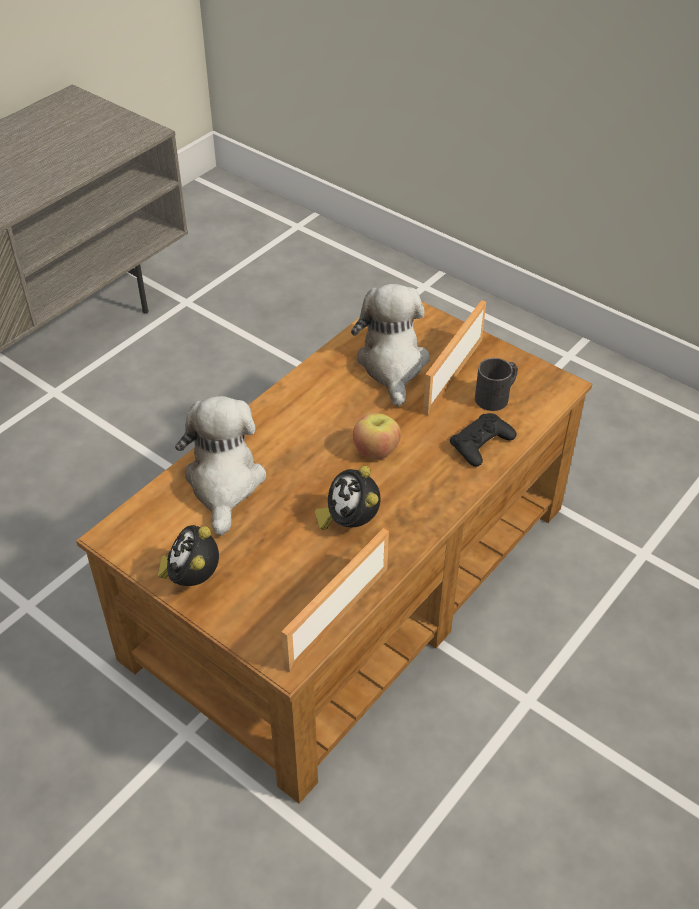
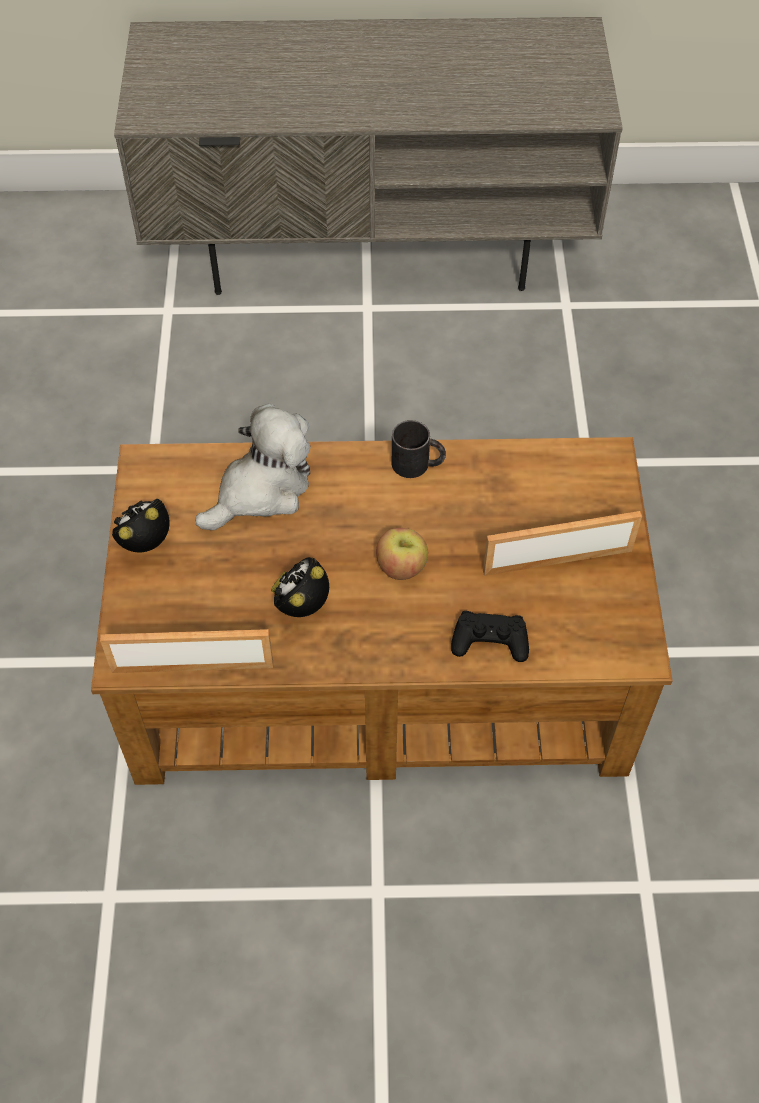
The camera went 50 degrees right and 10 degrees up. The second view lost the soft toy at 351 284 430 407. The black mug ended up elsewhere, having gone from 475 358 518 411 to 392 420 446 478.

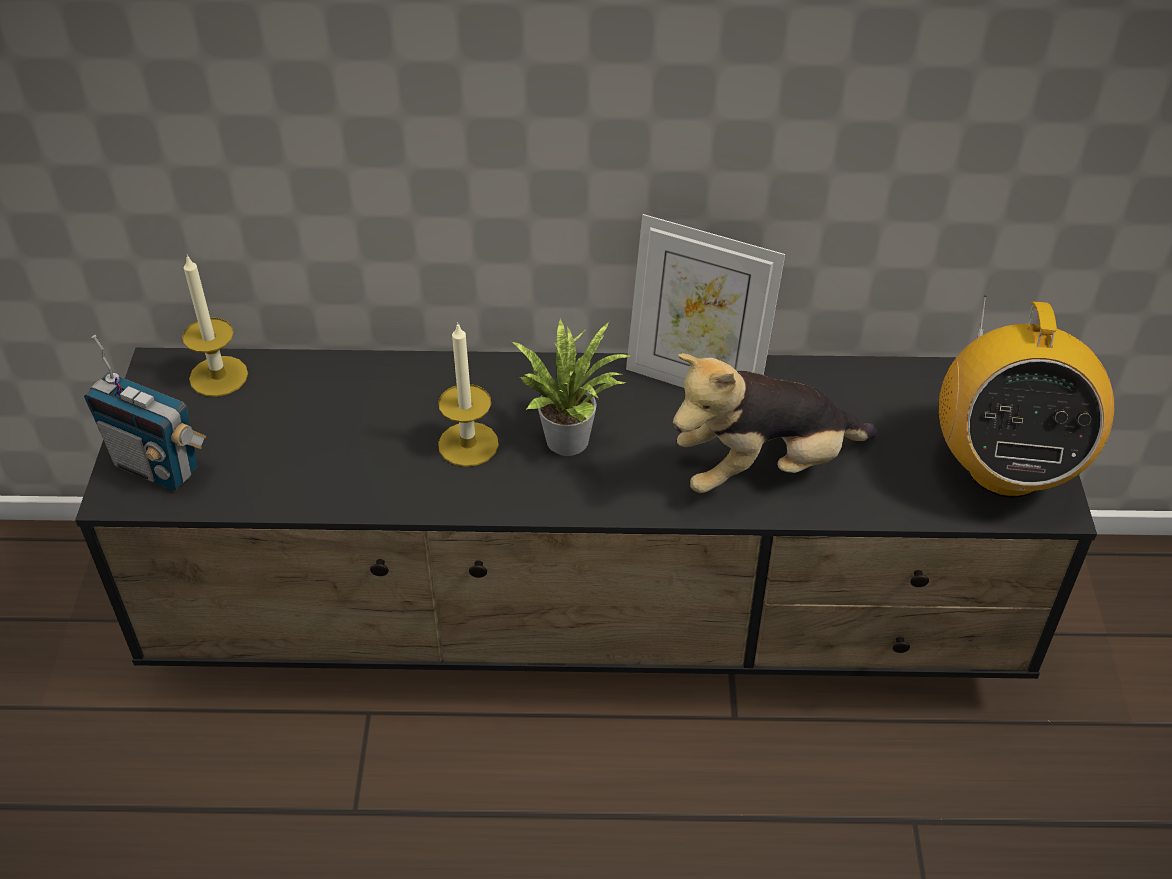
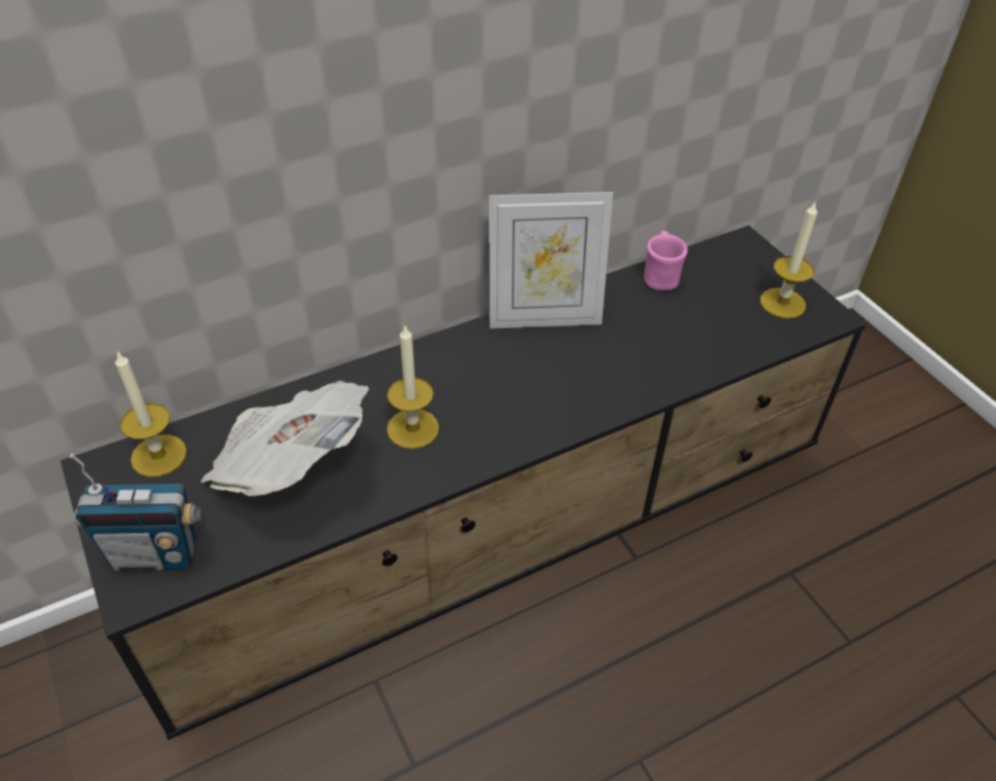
The camera went 30 degrees left and 0 degrees up. The second view lost the houseplant at 510 318 633 456. The second view lost the soft toy at 673 353 877 493. Where the radio stood at 939 296 1114 498, the wax light came to stand at 760 200 817 319. The second view gained the daily paper at 200 381 369 496. The second view gained the pink-coloured mug at 644 231 688 291.

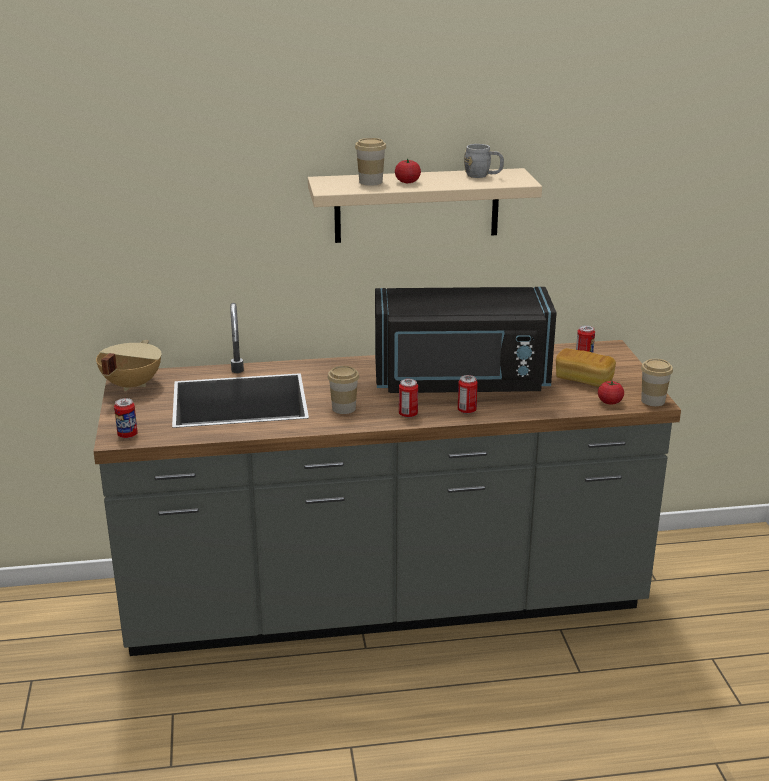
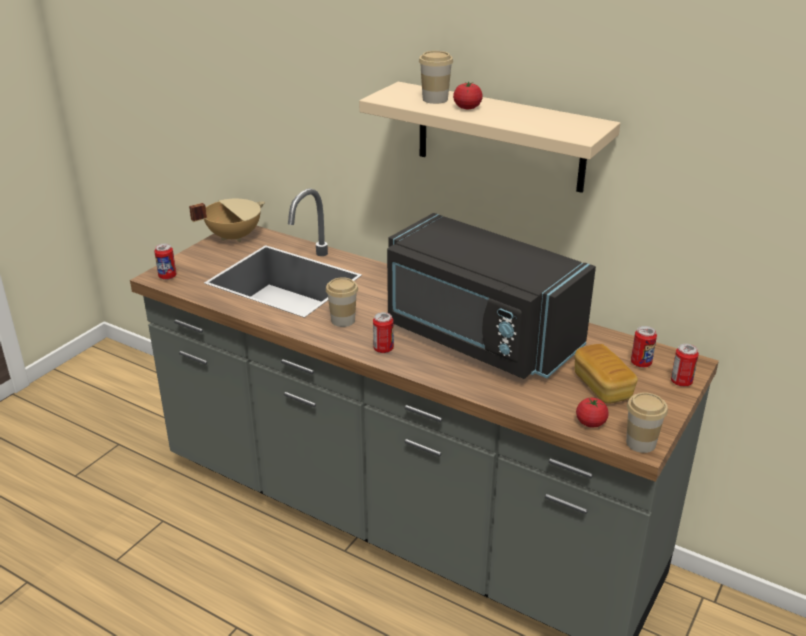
The camera went 40 degrees right and 5 degrees up. The metal can ended up elsewhere, having gone from 458 375 478 414 to 671 344 699 387. The second view lost the grey mug at 464 144 504 178.

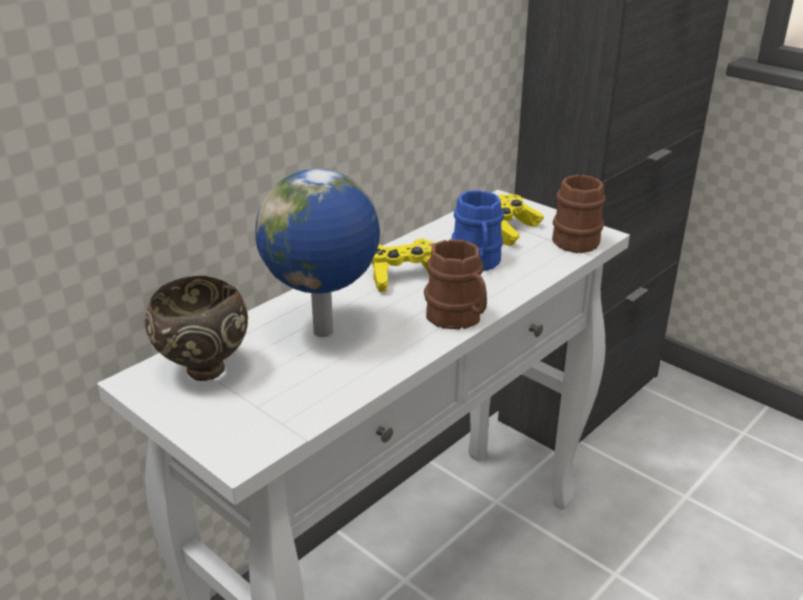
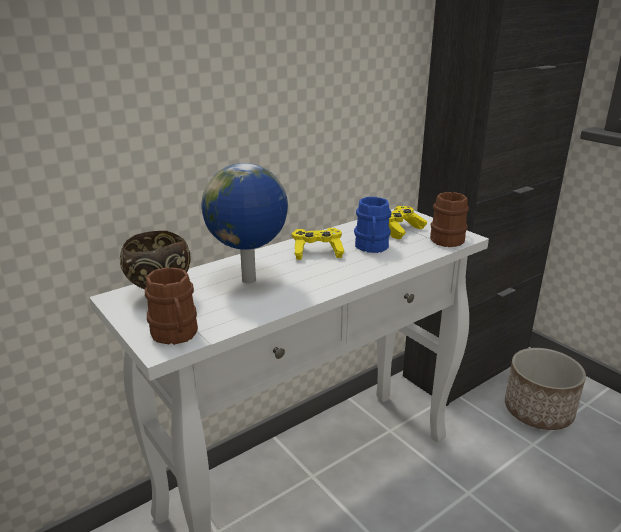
The camera went 10 degrees right and 5 degrees down. The brownish mug ended up elsewhere, having gone from 424 239 487 329 to 145 267 198 345. The second view gained the plant pot at 505 348 586 430.

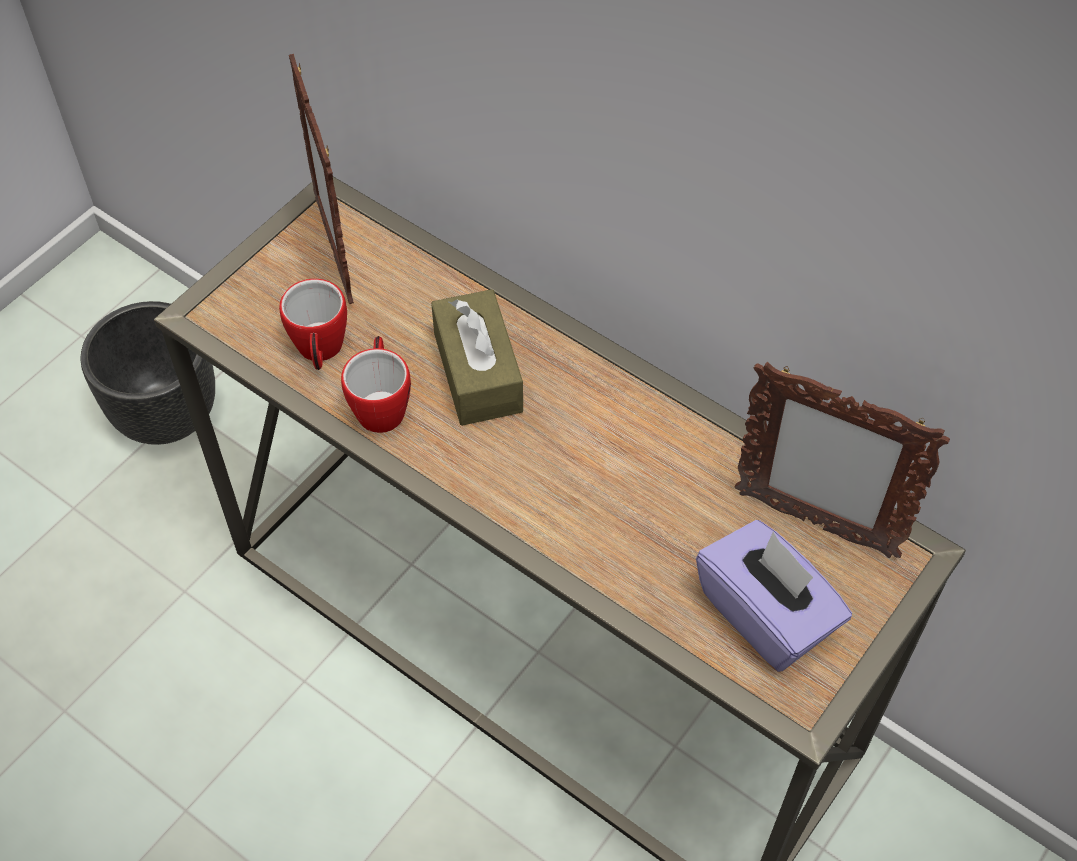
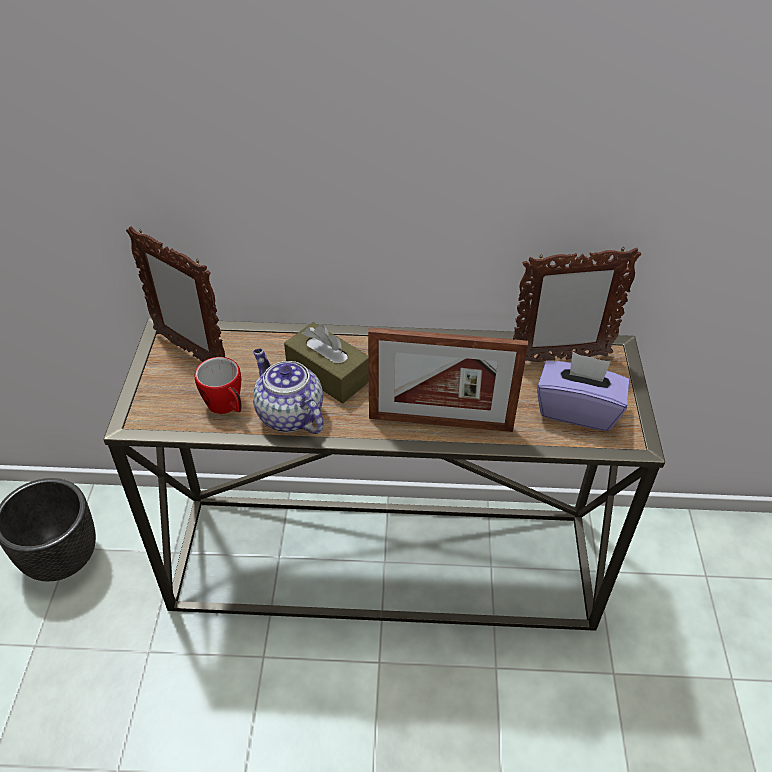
The camera went 35 degrees left and 10 degrees down. Where the mug stood at 341 336 411 433, the tea pot came to stand at 253 349 323 434. The second view gained the standing frame at 368 327 528 432.

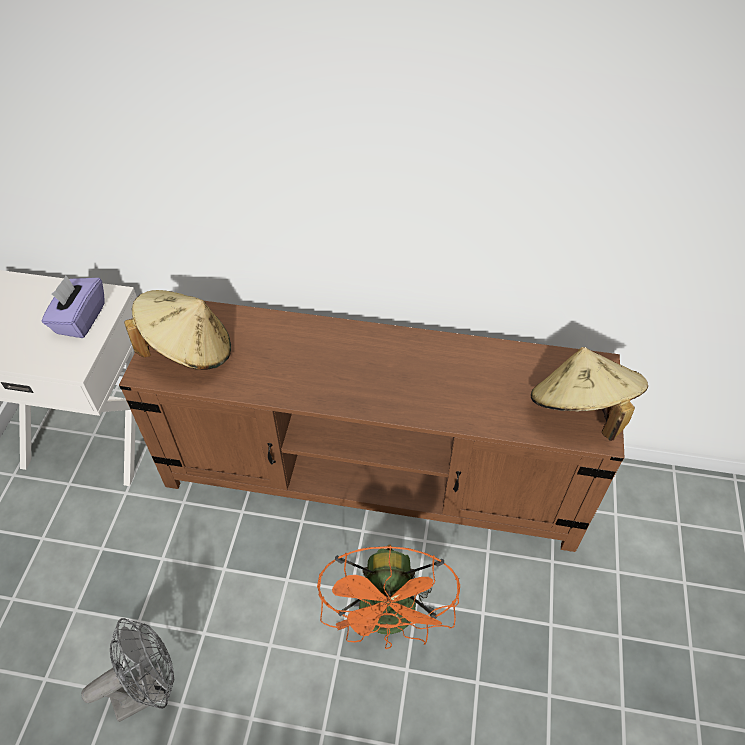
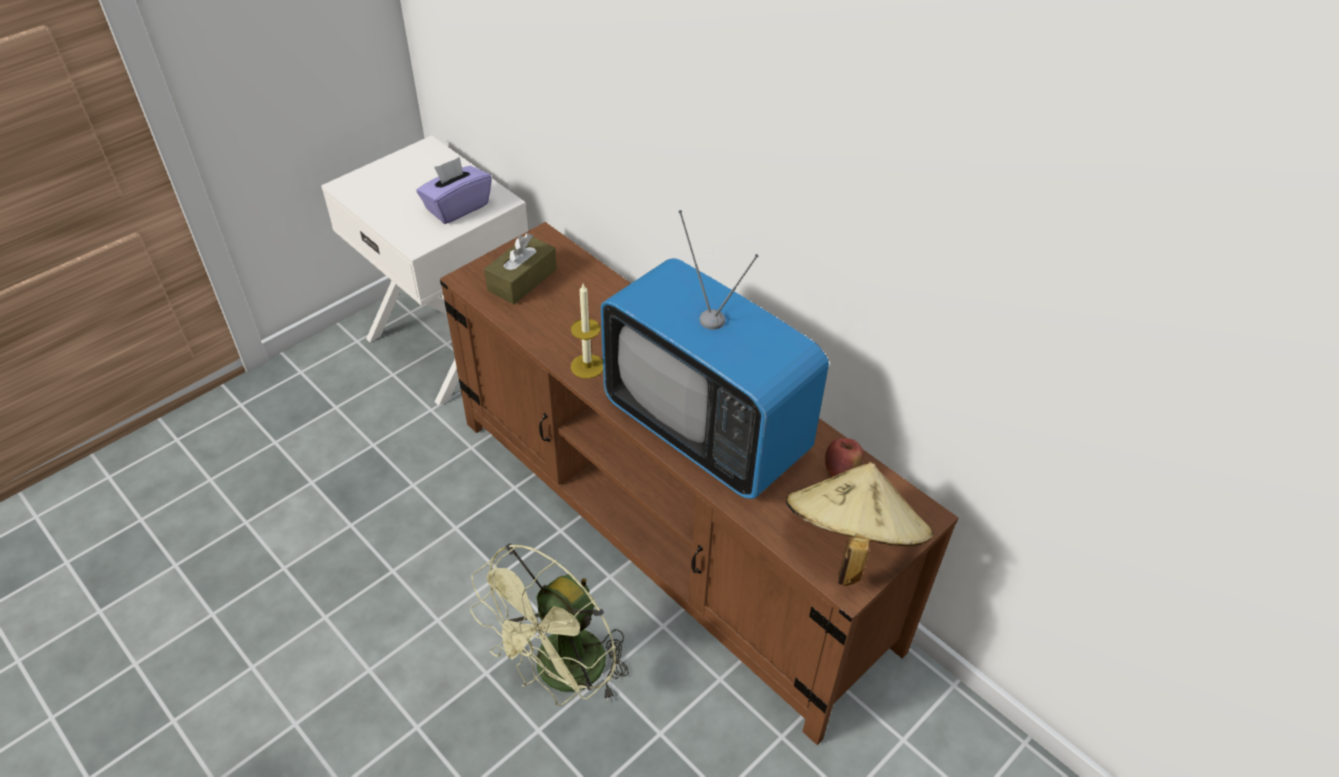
The camera went 35 degrees right and 5 degrees down. The second view lost the grey electric fan at 81 618 174 722. Where the beige-coloured hat stood at 124 290 231 370, the brownish tissue box came to stand at 484 233 557 305. What was the orangey electric fan at 317 545 460 649 turned into the green electric fan at 470 543 629 706. The second view gained the wax light at 571 284 603 379. The second view gained the TV set at 601 210 829 499. The second view gained the apple fruit at 825 438 864 477.

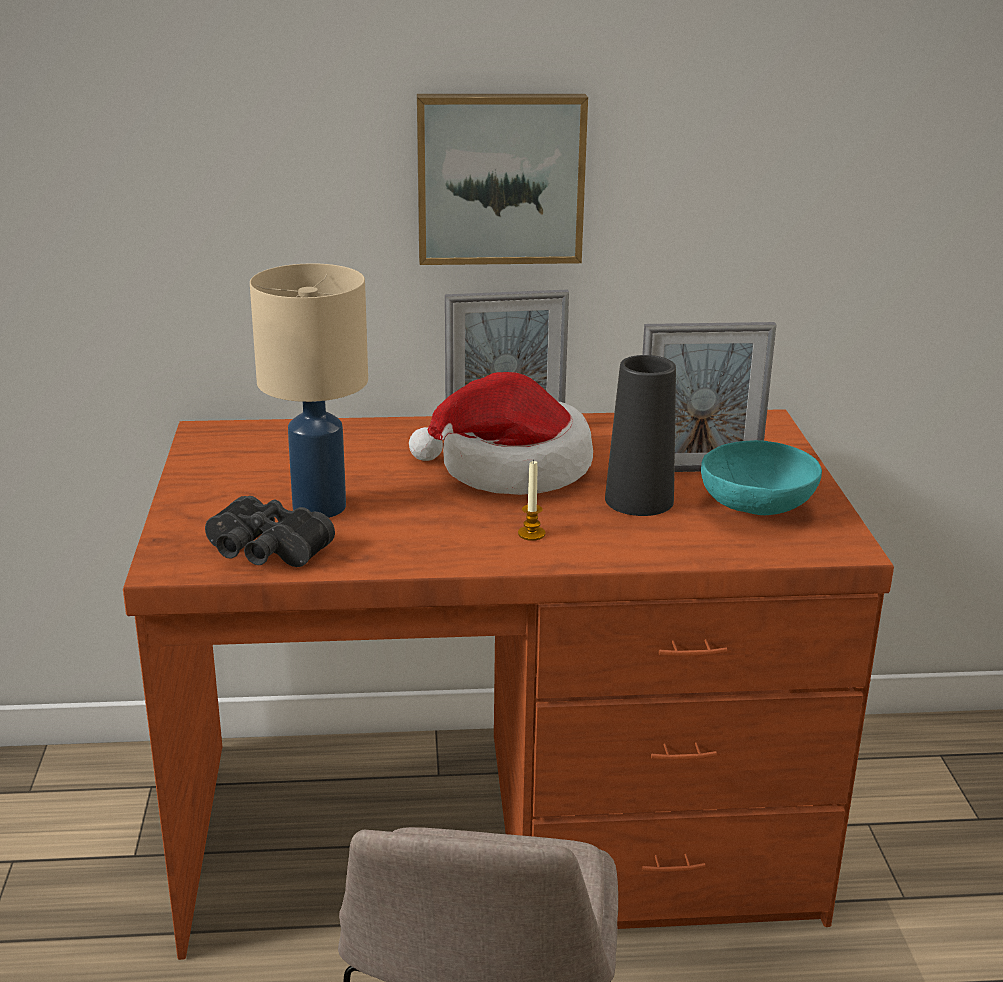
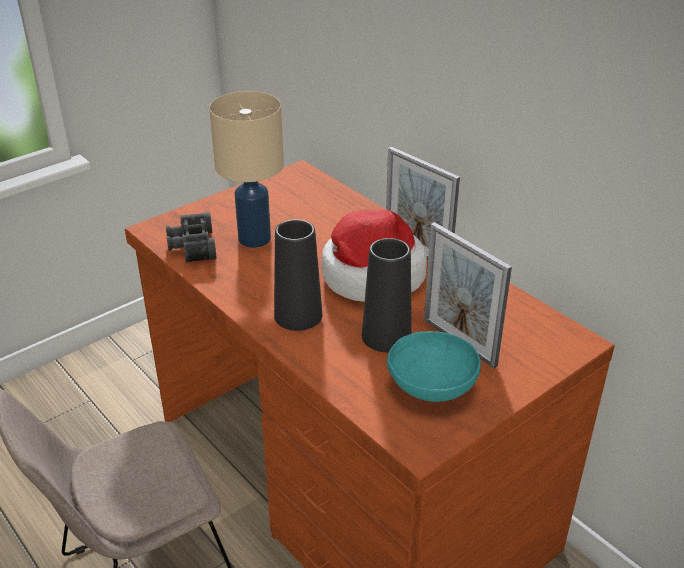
The camera went 55 degrees right and 10 degrees up. The second view lost the picture at 417 94 588 265. Where the wax light stood at 518 460 546 541, the black flower vase came to stand at 274 219 322 331.

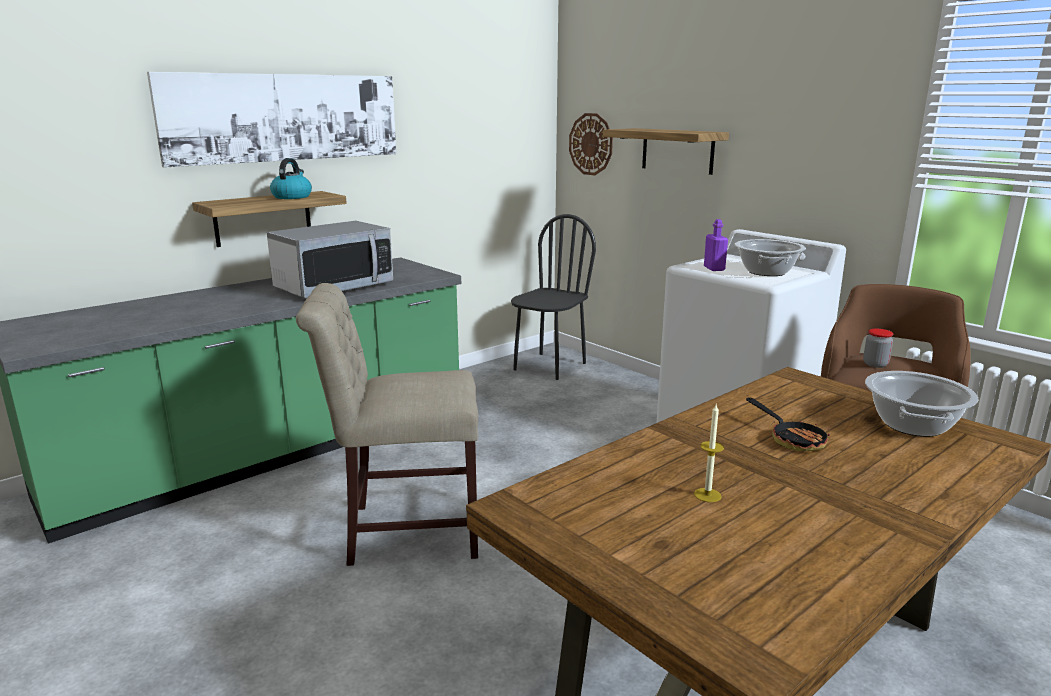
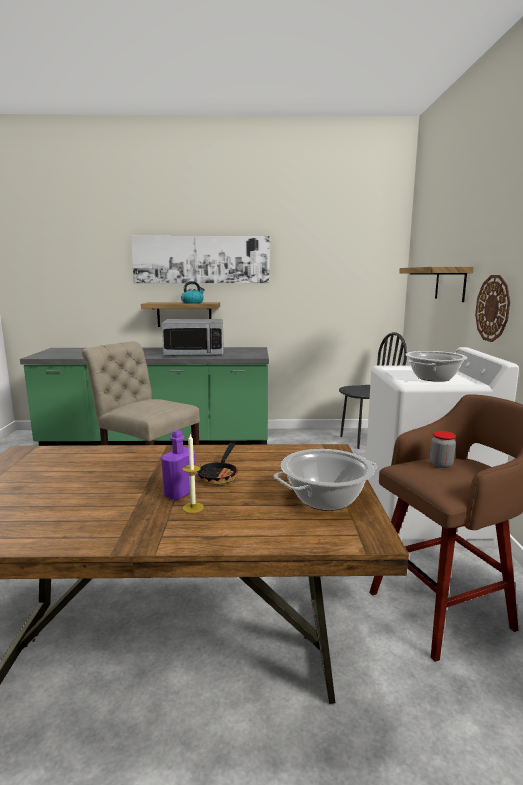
The camera went 40 degrees right and 5 degrees down. The wall clock ended up elsewhere, having gone from 569 113 613 175 to 475 275 510 342. The wax light ended up elsewhere, having gone from 694 405 724 502 to 183 433 204 513. The purplish bottle ended up elsewhere, having gone from 704 219 728 271 to 161 430 196 501.

